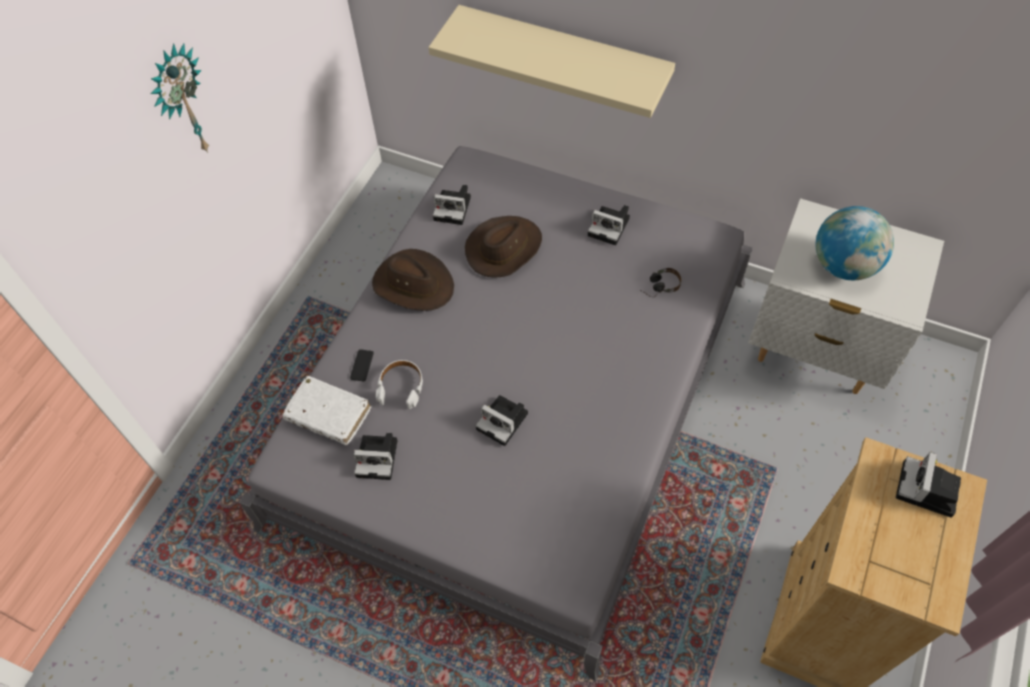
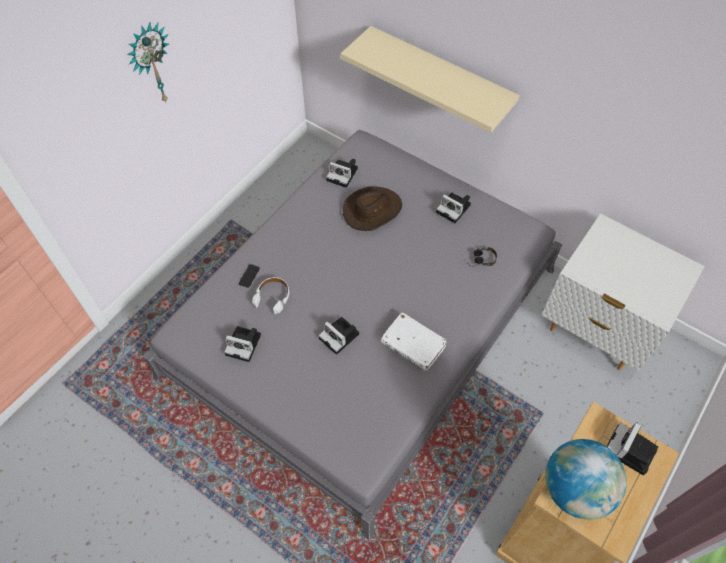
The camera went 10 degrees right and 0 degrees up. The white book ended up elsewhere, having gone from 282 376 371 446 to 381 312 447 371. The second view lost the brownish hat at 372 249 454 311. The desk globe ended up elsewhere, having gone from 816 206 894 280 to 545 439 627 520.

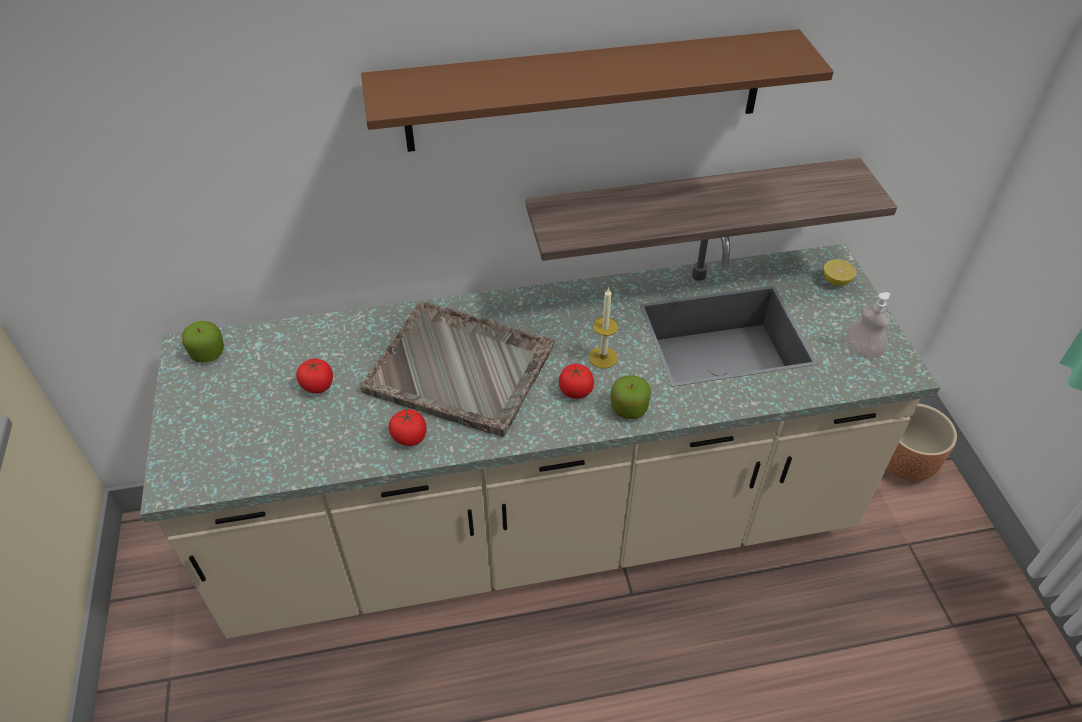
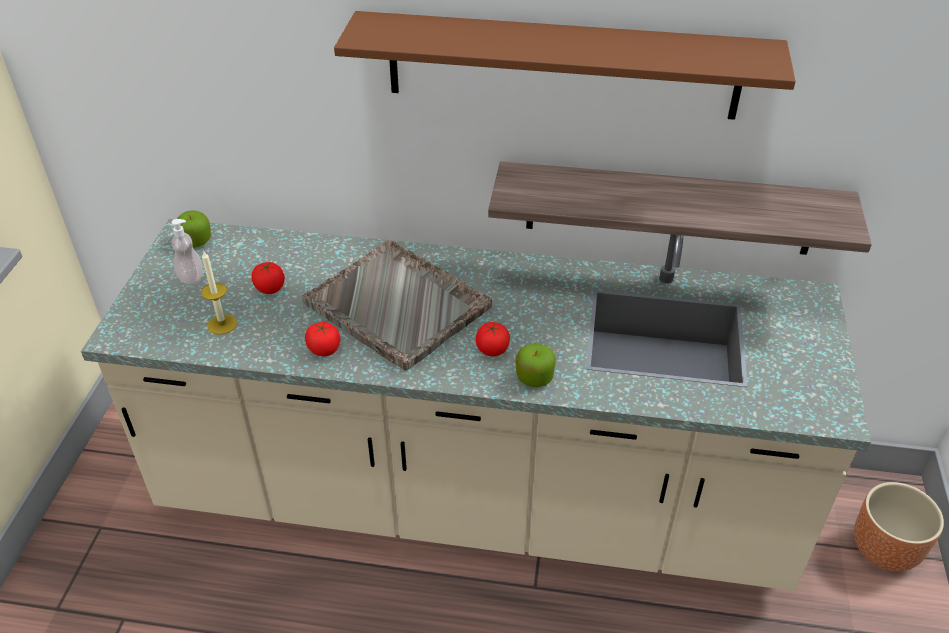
The camera went 20 degrees right and 5 degrees down. The wax light ended up elsewhere, having gone from 589 288 619 369 to 201 251 237 335. The second view lost the whole lemon at 823 259 857 286. The liquid soap bottle ended up elsewhere, having gone from 847 292 891 359 to 172 219 203 285.

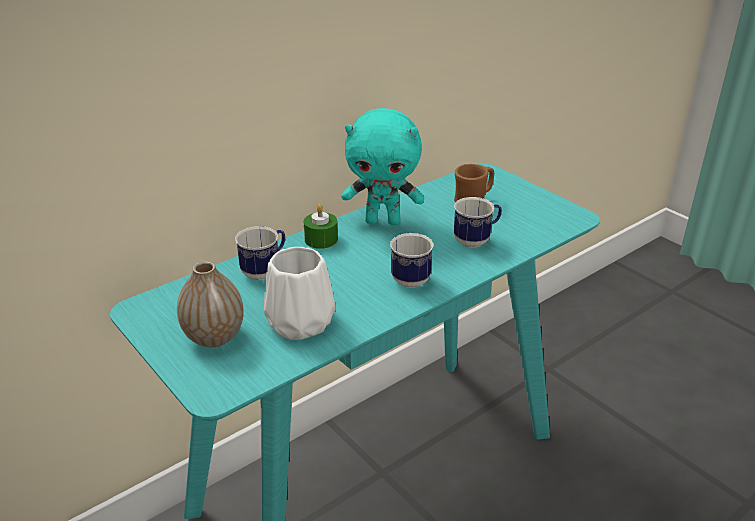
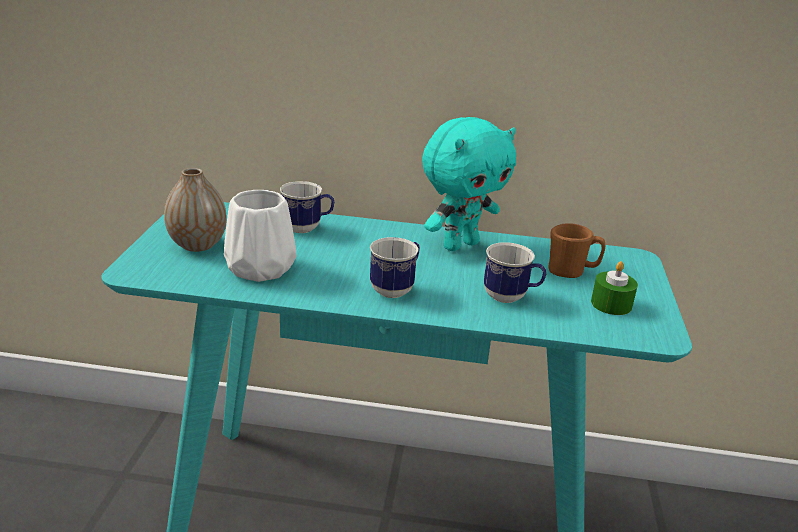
The camera went 45 degrees right and 5 degrees down. The green wax light ended up elsewhere, having gone from 304 204 338 249 to 591 261 638 315. The blue-green soft toy at 342 108 424 225 ended up facing another way, 90 degrees counterclockwise from before.

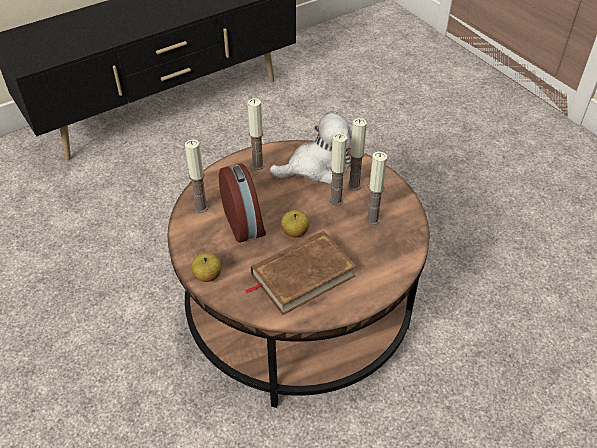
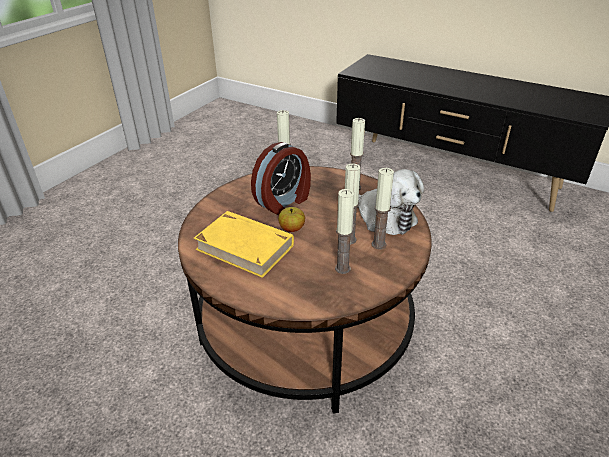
The camera went 65 degrees right and 10 degrees down. The second view lost the apple fruit at 191 253 222 282. What was the brownish book at 244 230 356 315 turned into the yellow-coloured book at 194 211 294 278.

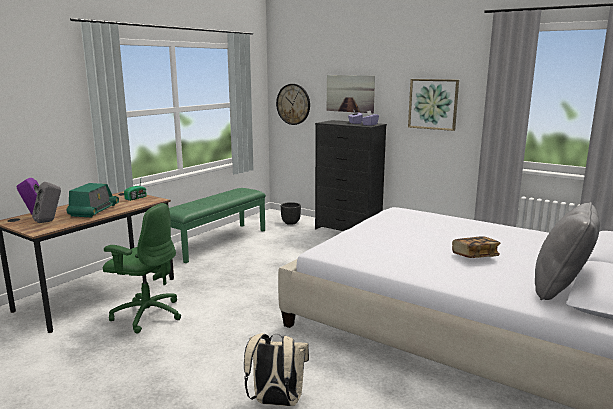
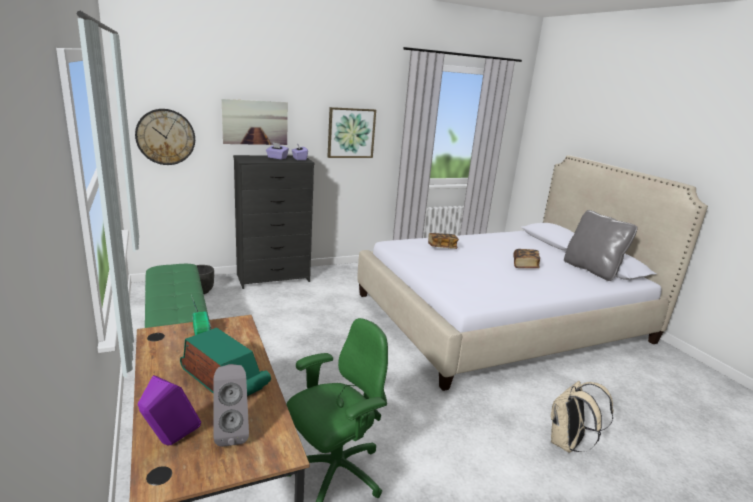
The camera went 60 degrees left and 5 degrees up. The second view gained the book at 428 233 459 249.

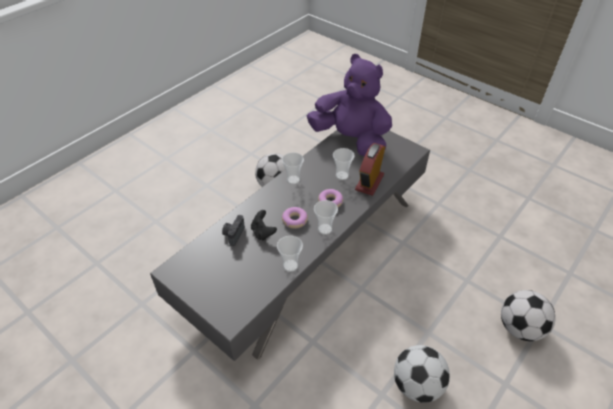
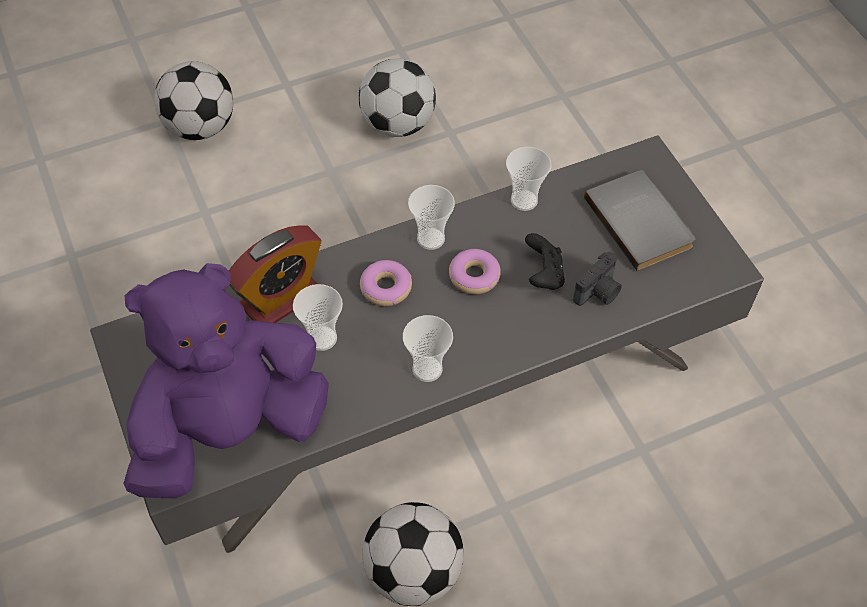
The camera went 155 degrees left and 10 degrees up. The purplish soft toy at 307 54 392 156 ended up facing another way, 90 degrees clockwise from before. The second view gained the grey book at 584 170 696 271.

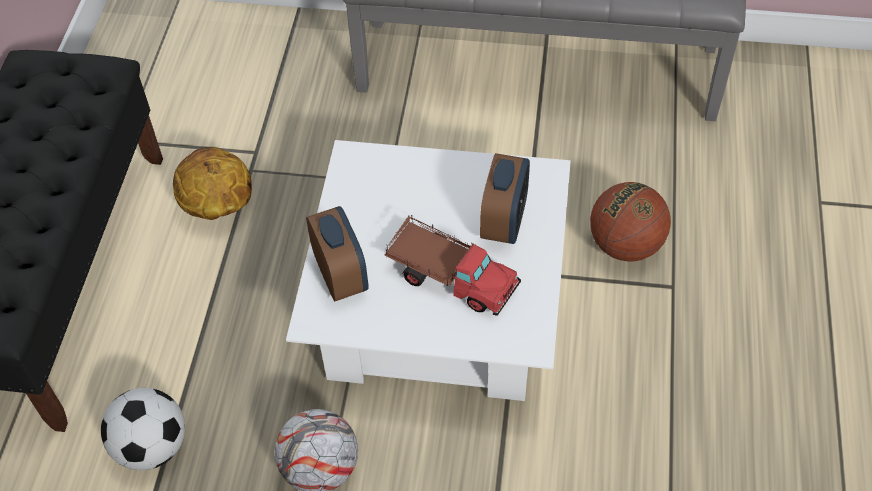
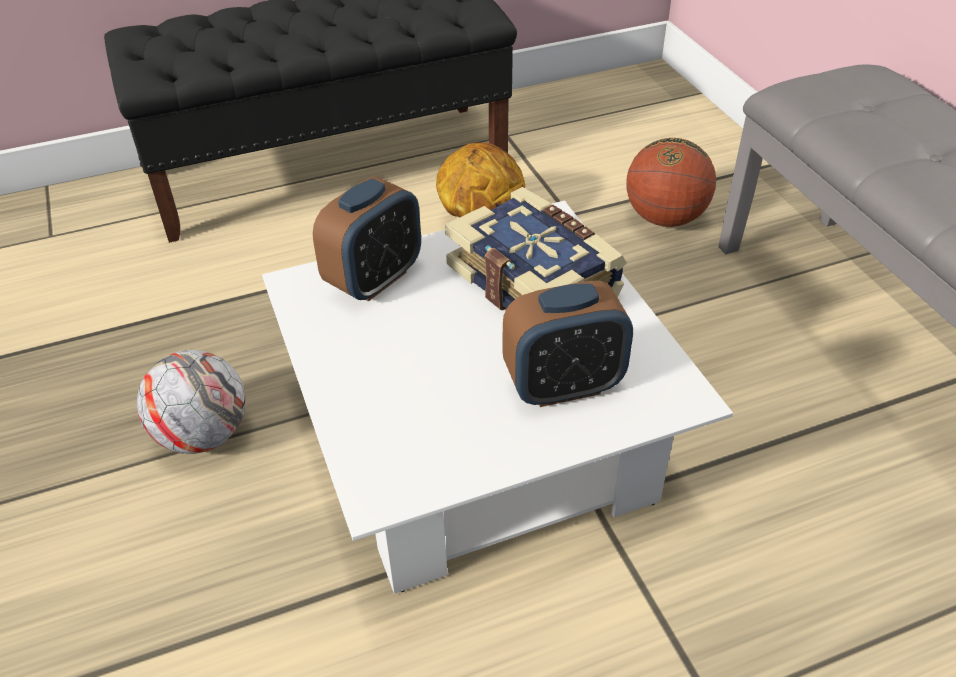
The camera went 60 degrees right and 10 degrees down. The second view lost the ball for football at 101 388 185 470. The second view lost the toy truck at 384 215 521 316. The basketball ended up elsewhere, having gone from 590 182 671 262 to 626 138 716 227. The second view gained the book at 445 187 627 310.

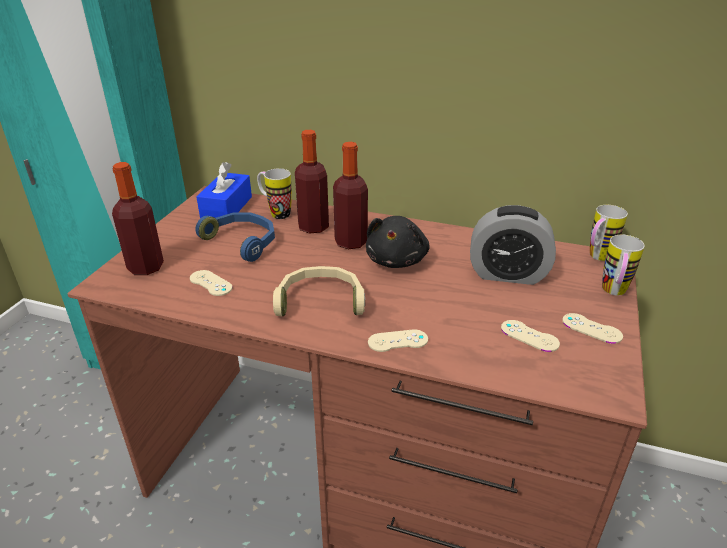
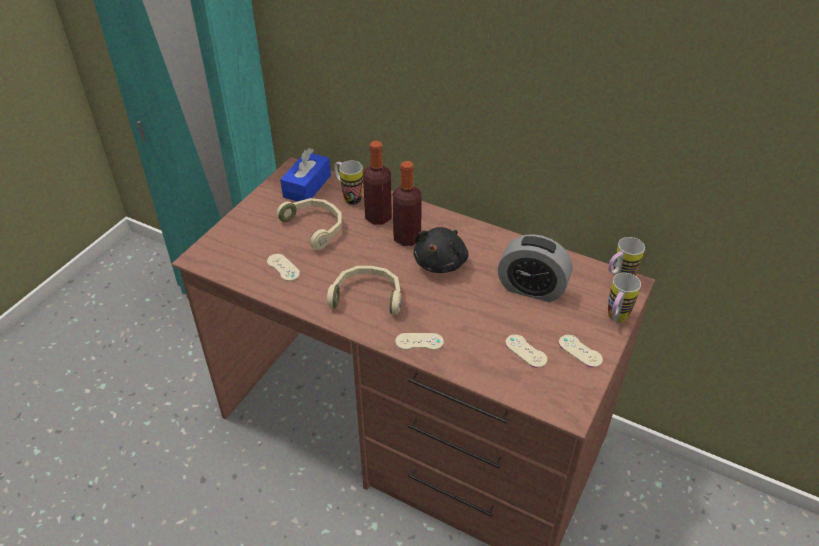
The camera went 10 degrees right and 10 degrees up. The second view lost the bottle at 112 162 164 275. What was the bluish headset at 196 213 275 262 turned into the beige-coloured headset at 276 198 342 250.

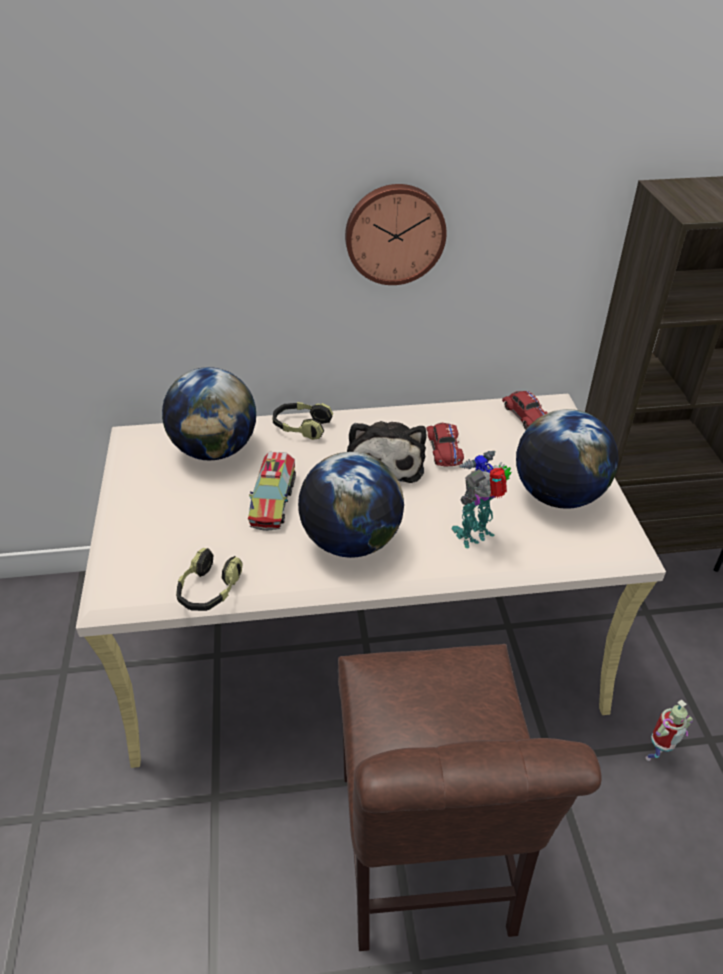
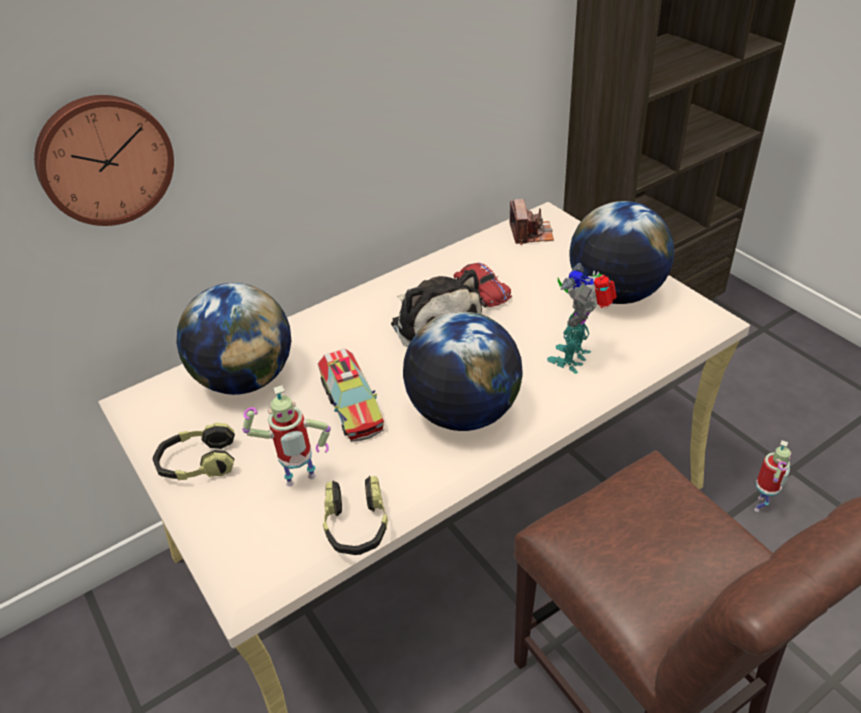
The camera went 25 degrees left and 0 degrees up. The headset ended up elsewhere, having gone from 272 402 333 440 to 153 423 235 480. The wall clock ended up elsewhere, having gone from 345 184 447 285 to 34 95 174 226. Where the red-coloured miniature car stood at 502 391 547 430, the photo camera came to stand at 510 199 554 245. The second view gained the robot figure at 243 385 331 487.

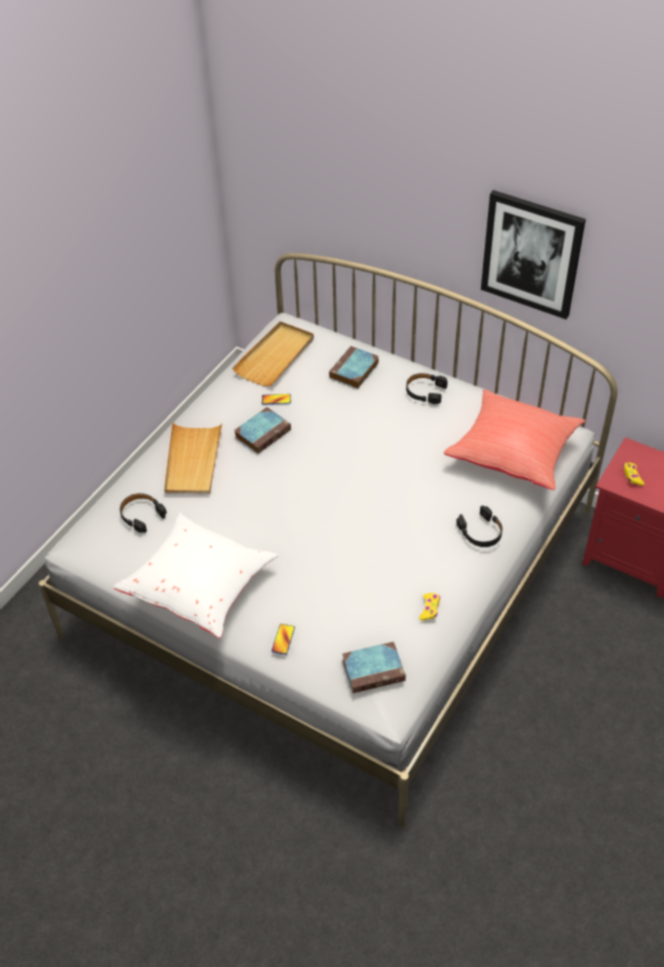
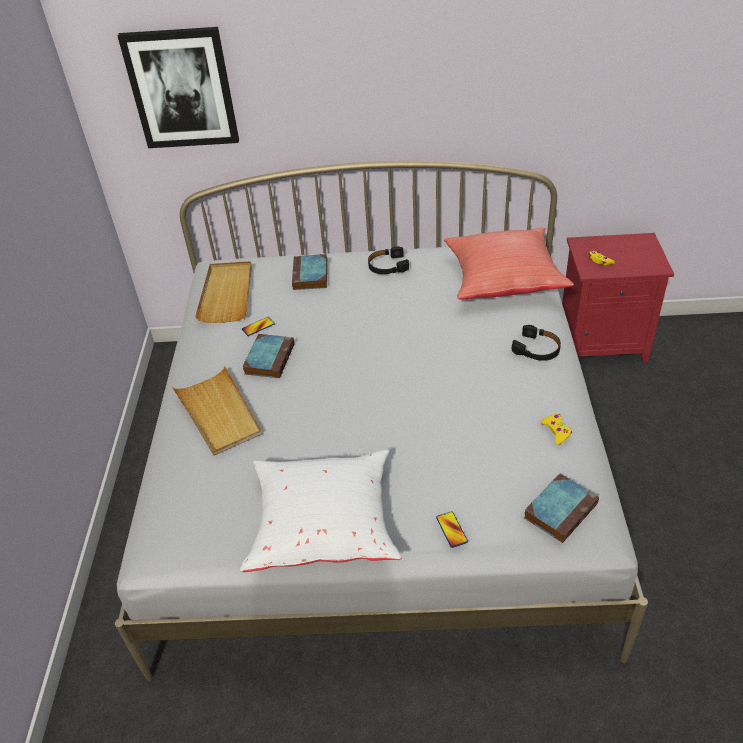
The camera went 30 degrees left and 5 degrees down. The second view lost the black headset at 120 493 167 533. The picture ended up elsewhere, having gone from 481 190 586 319 to 118 27 239 148.

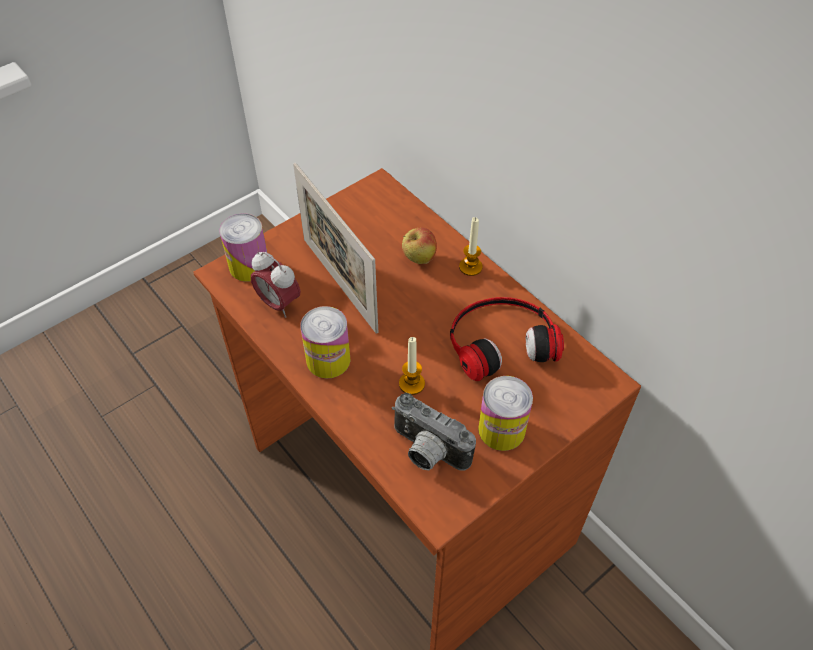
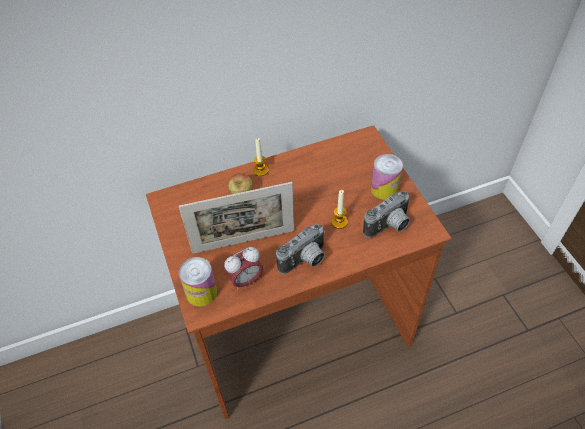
The camera went 70 degrees left and 0 degrees up. Where the metal can stood at 300 306 350 379, the photo camera came to stand at 276 224 325 274. The second view lost the headset at 450 297 564 381.

